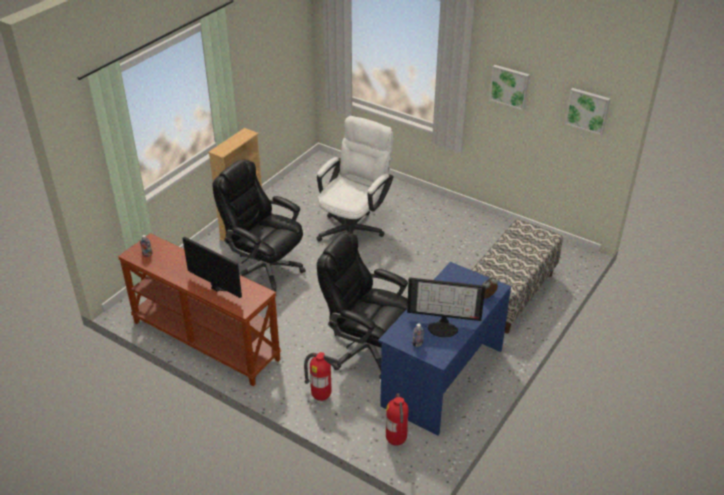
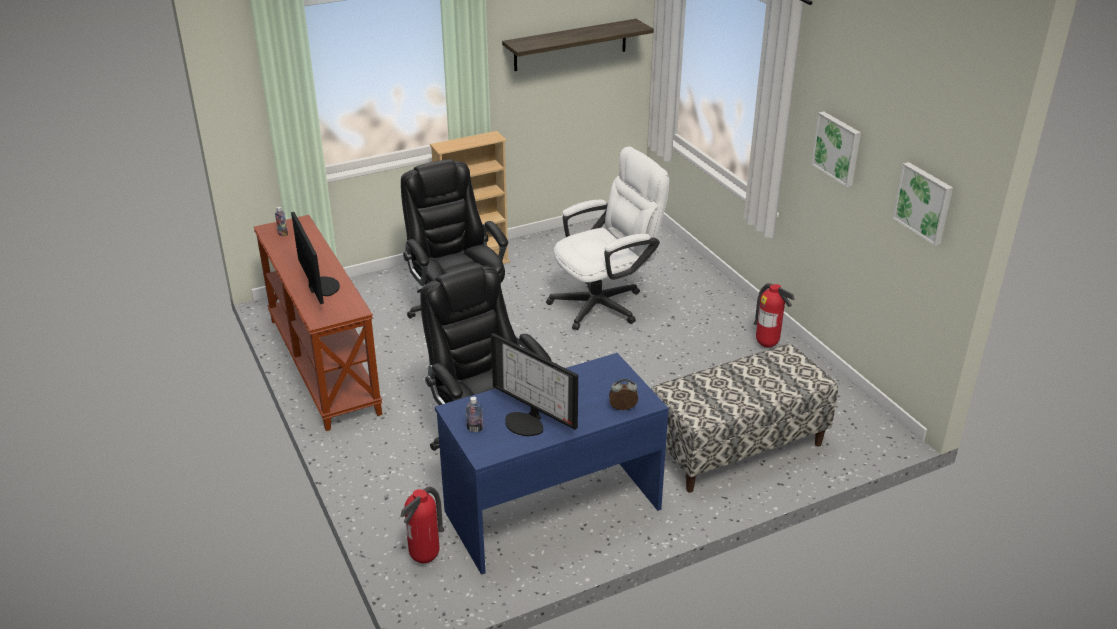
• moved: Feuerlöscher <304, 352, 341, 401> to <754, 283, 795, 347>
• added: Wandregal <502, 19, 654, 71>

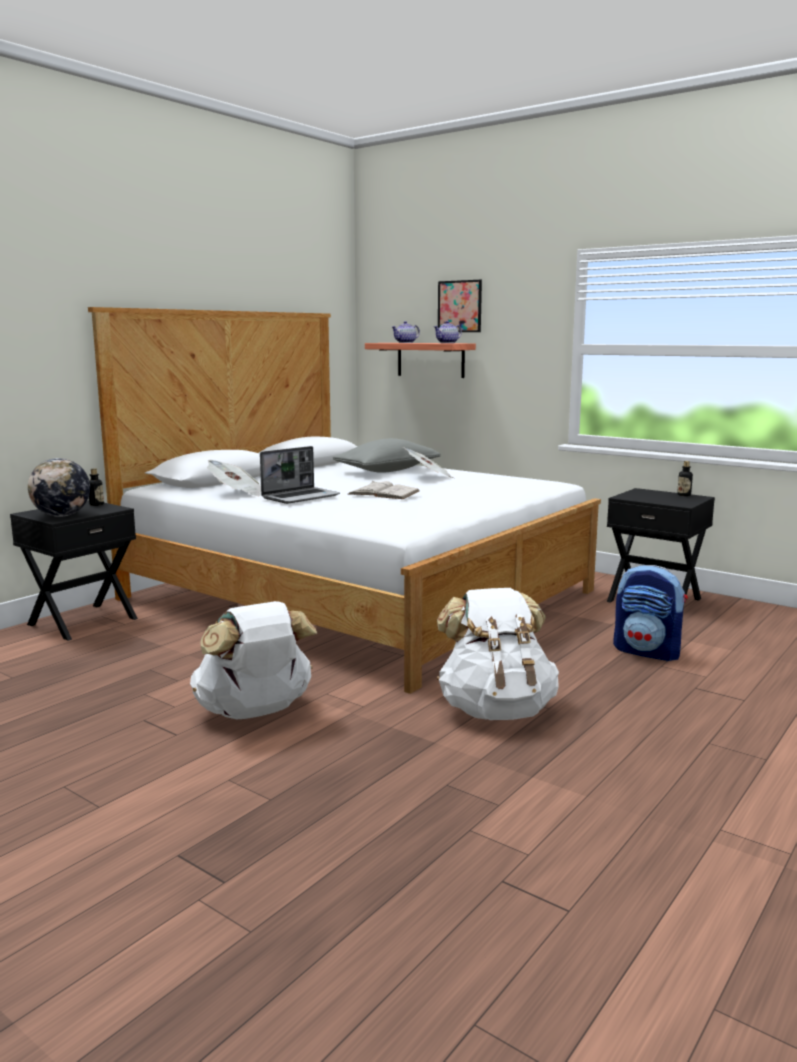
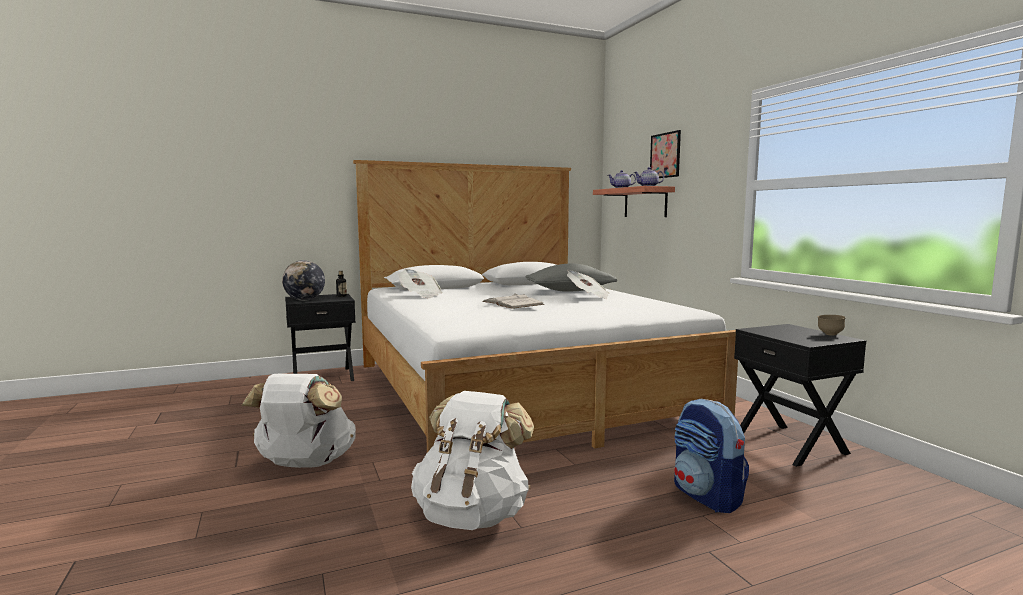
• removed: Laptop <260, 446, 340, 504>
• replaced: Flasche <677, 461, 693, 496> to Schüssel (braun) <818, 315, 846, 336>

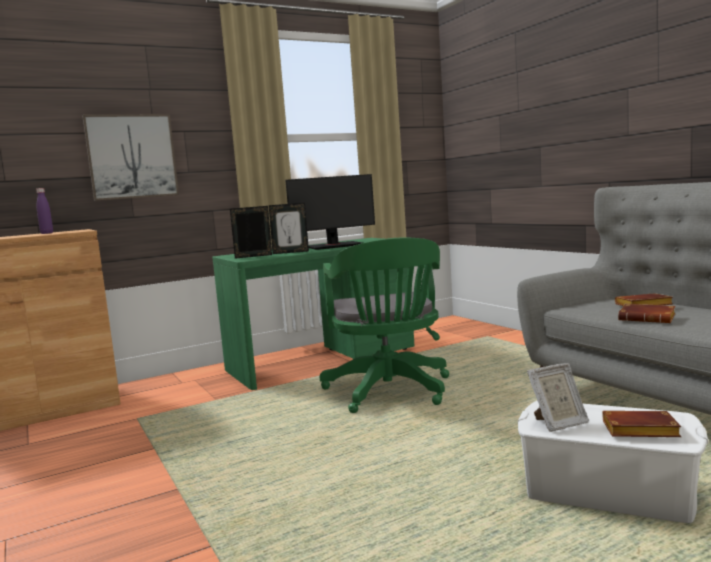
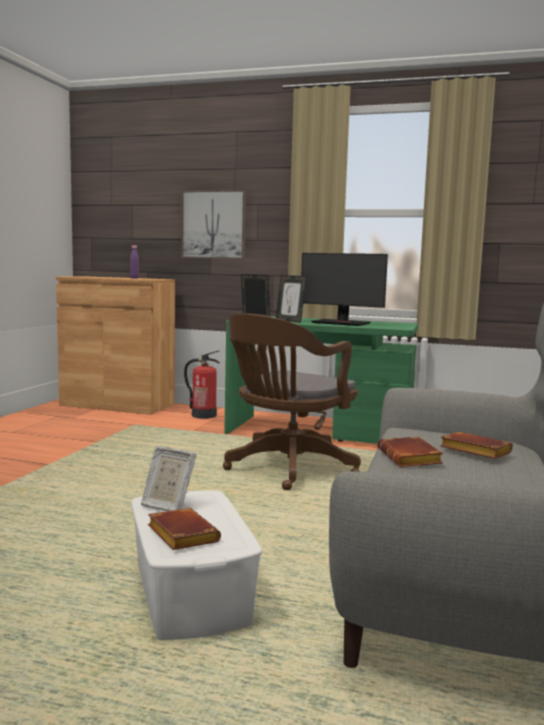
• recoloured: Bürostuhl (grün) <320, 237, 449, 413> to Bürostuhl (braun) <223, 314, 361, 490>
• added: Feuerlöscher <184, 351, 220, 419>

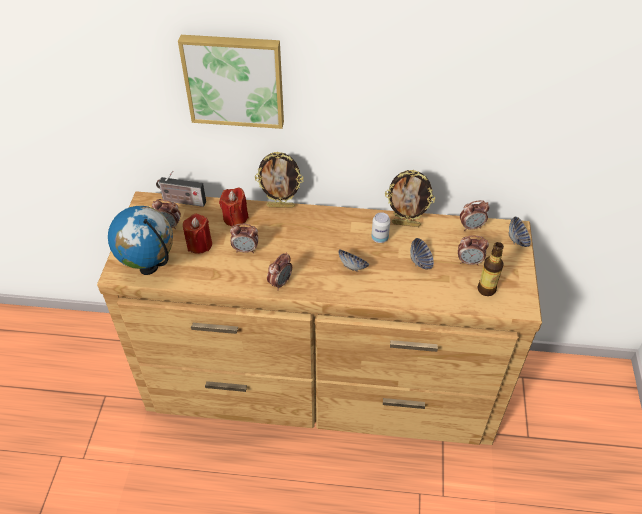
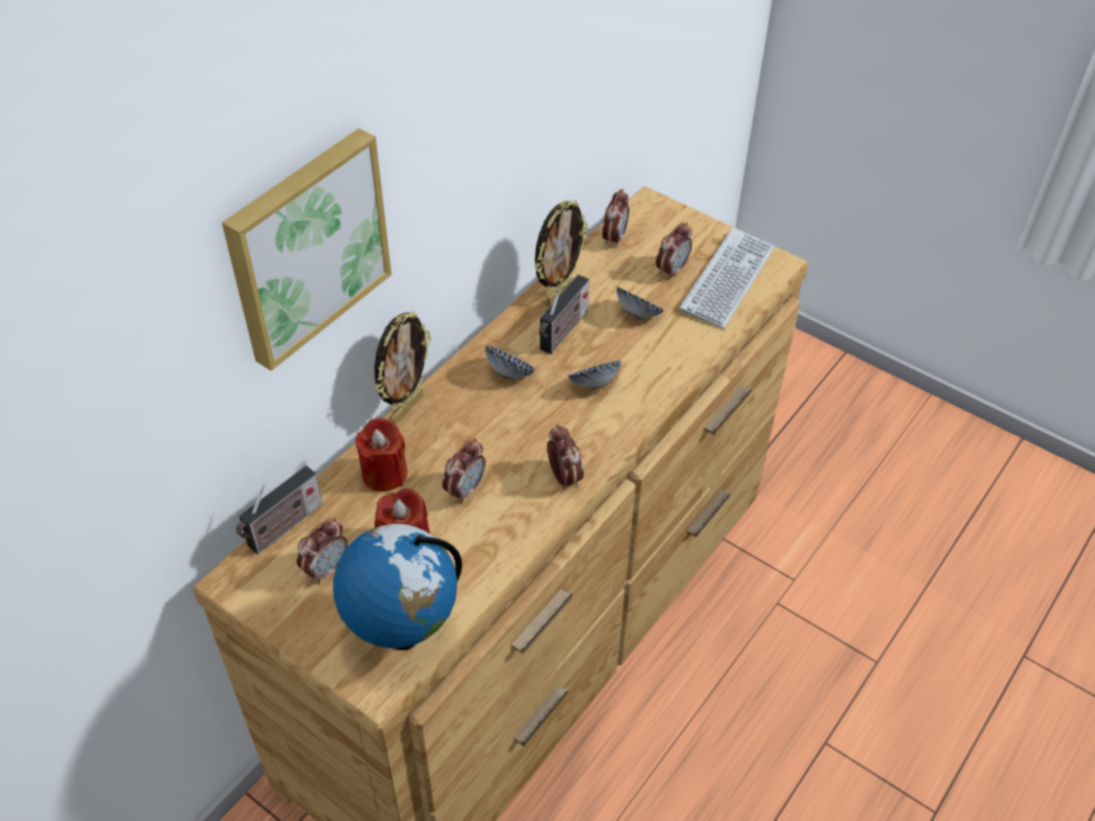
• replaced: Dose <371, 212, 390, 243> to Radio <539, 275, 589, 354>
• moved: Schüssel <508, 217, 531, 247> to <485, 345, 535, 382>
• replaced: Flasche <477, 242, 504, 296> to Tastatur <679, 228, 775, 329>

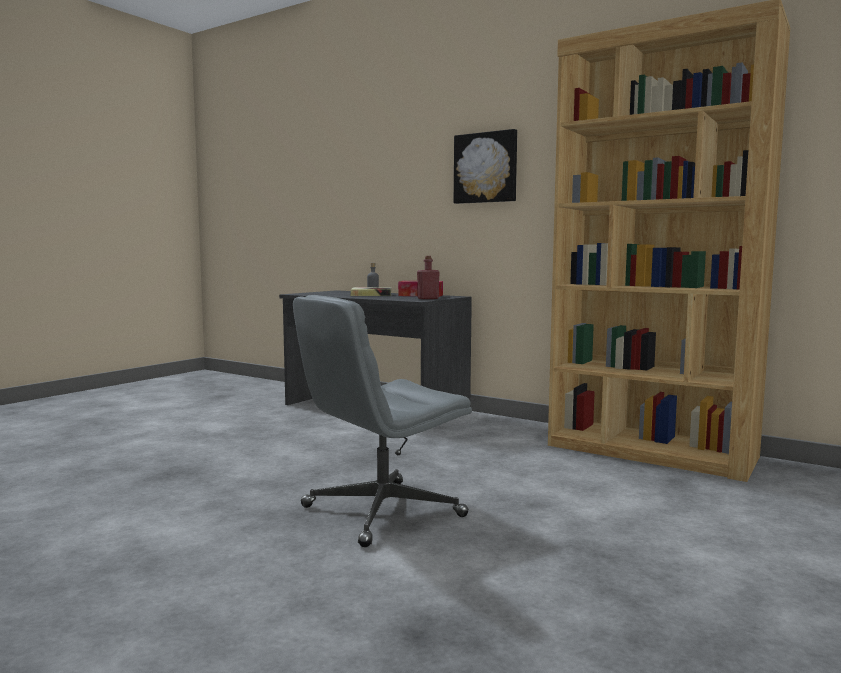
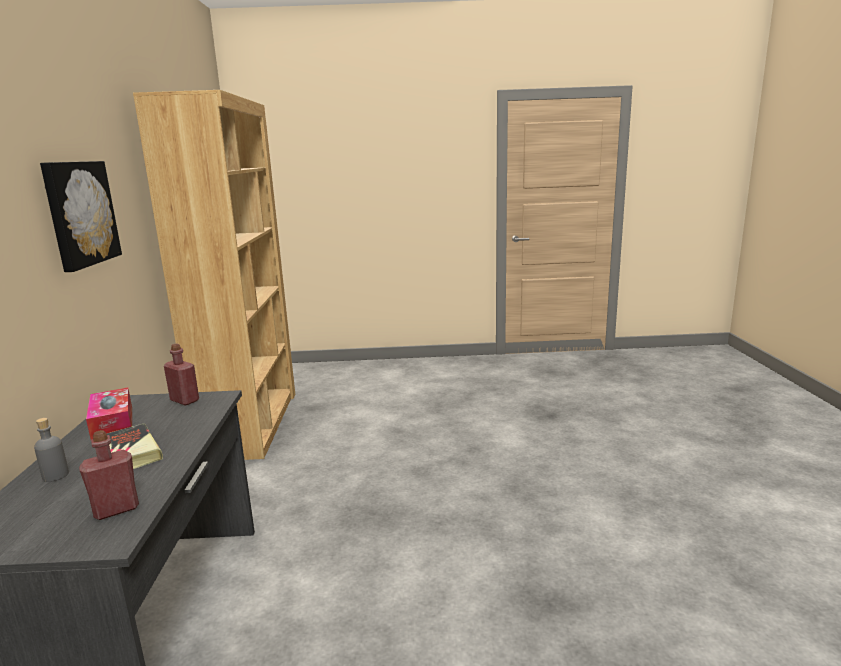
• removed: Bürostuhl (grau) <293, 295, 472, 547>
• added: Flasche (rot) <79, 430, 139, 520>

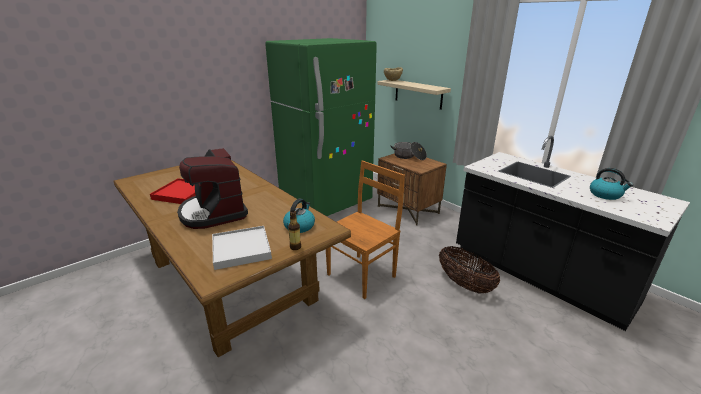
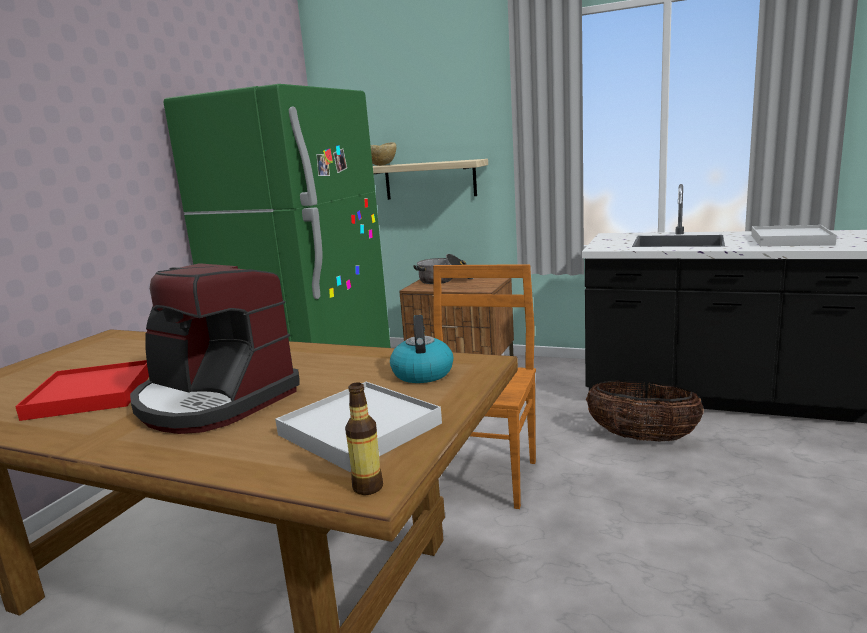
• replaced: Wasserkessel <590, 168, 633, 200> to Tablett (weiß) <751, 225, 837, 246>
• moved: Flasche <288, 210, 301, 250> to <345, 382, 383, 495>

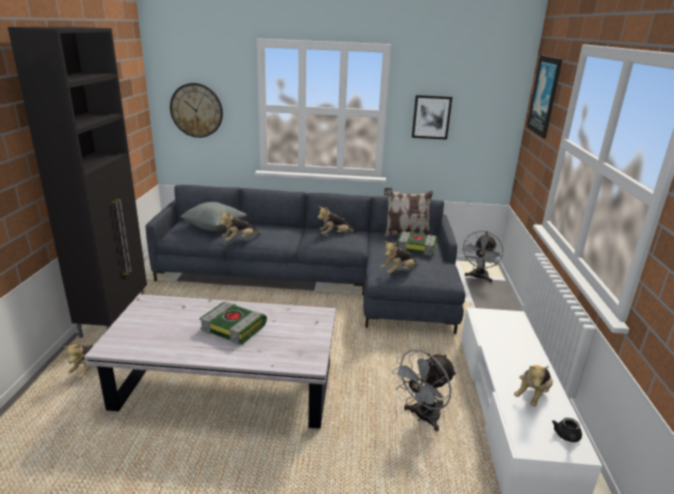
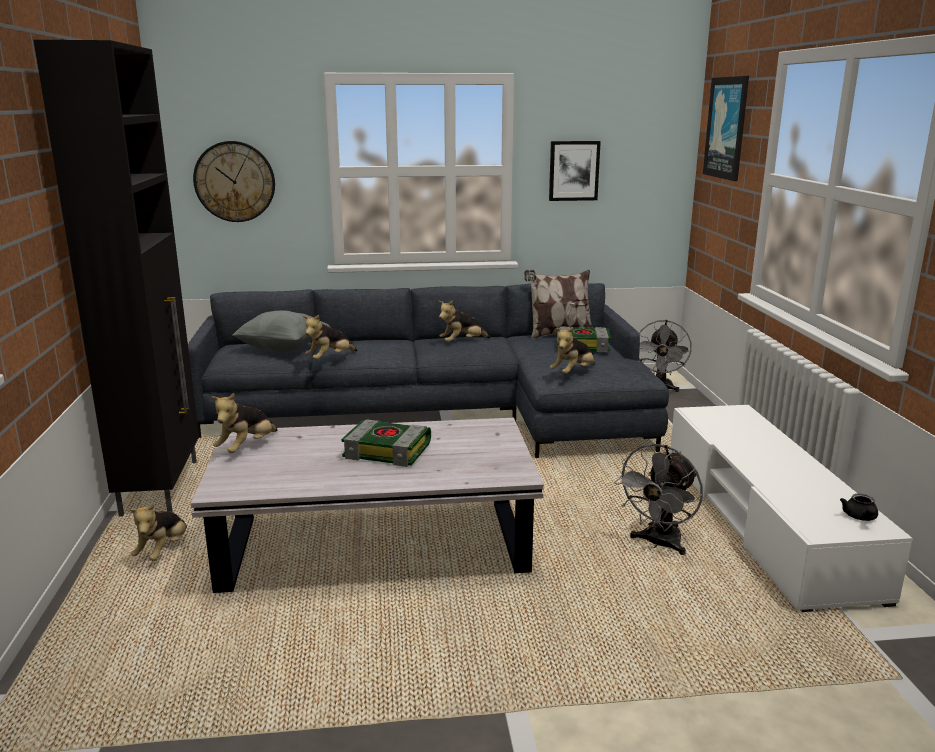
• moved: Plüschtier <514, 365, 553, 407> to <211, 393, 278, 453>

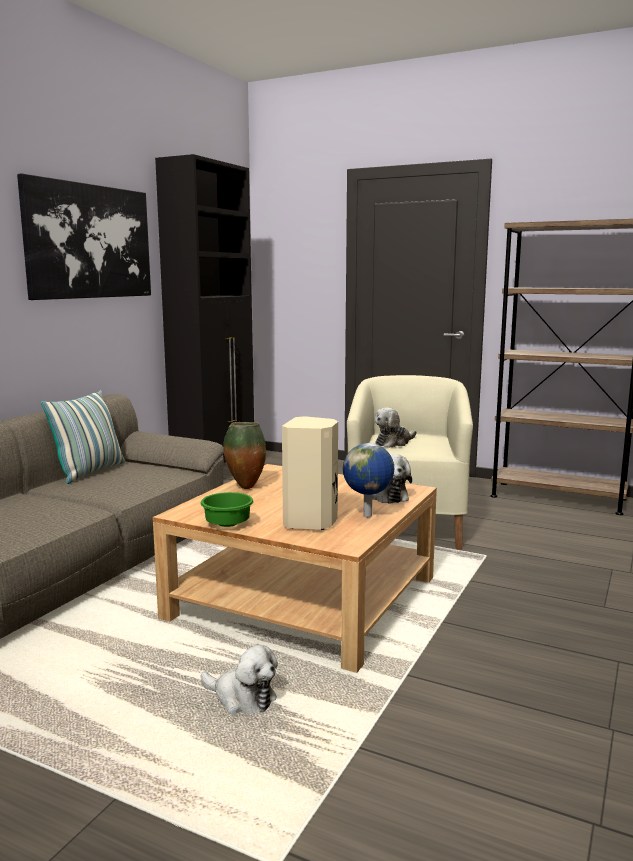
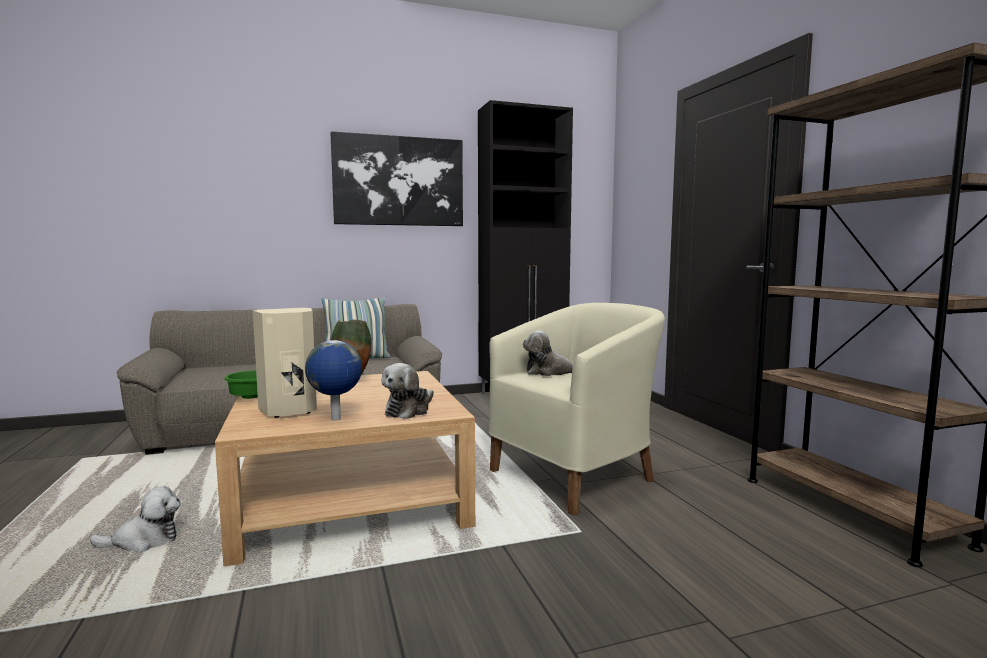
• turned: Plüschtier <201, 645, 278, 714> = <90, 487, 180, 553> 90 degrees counterclockwise

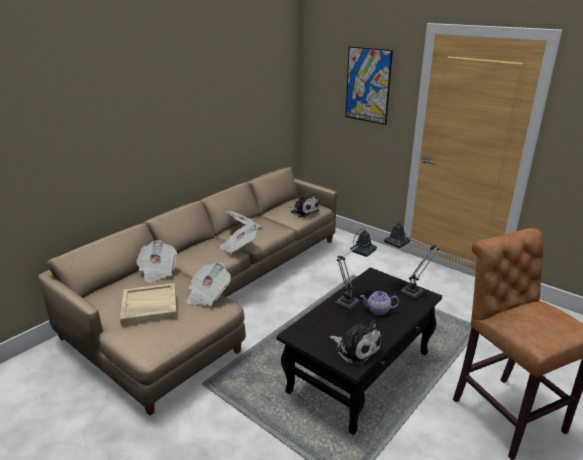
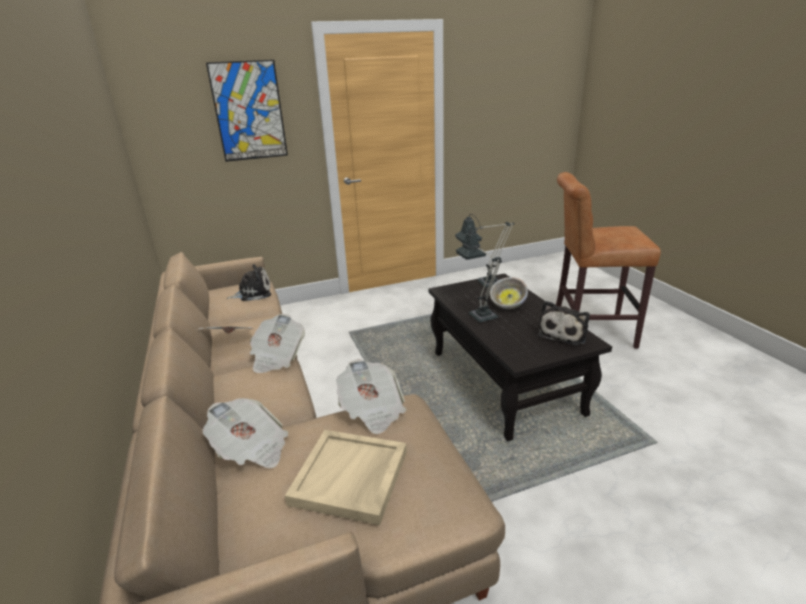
• replaced: Teekanne <360, 291, 399, 315> to Schüssel <490, 277, 528, 309>
• turned: Plüschtier <330, 319, 382, 366> = <538, 301, 590, 345> 135 degrees clockwise

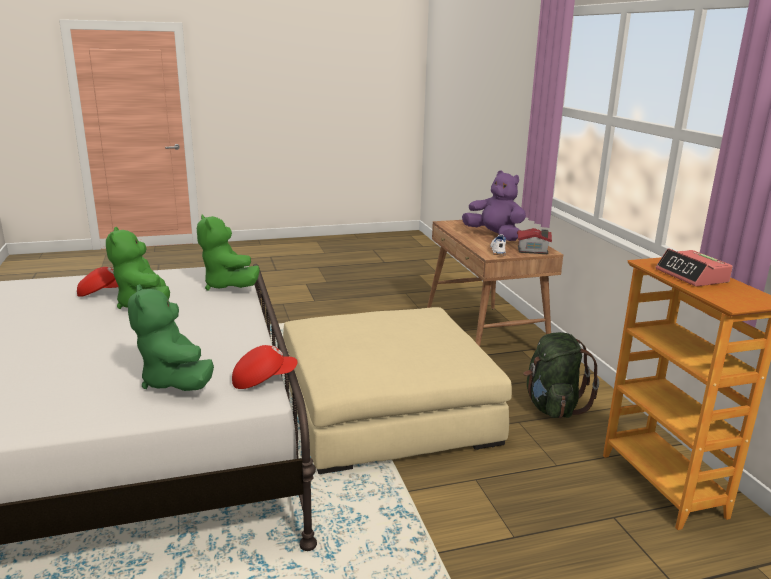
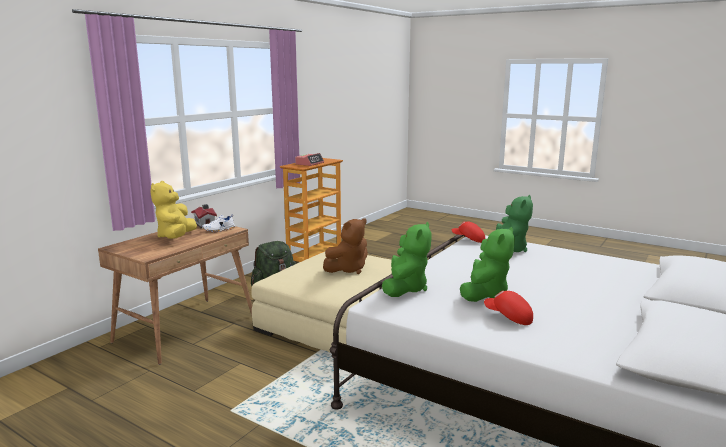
• recoloured: Plüschtier (lila) <462, 170, 526, 241> to Plüschtier (gelb) <150, 181, 197, 239>
• added: Plüschtier (braun) <323, 218, 368, 274>

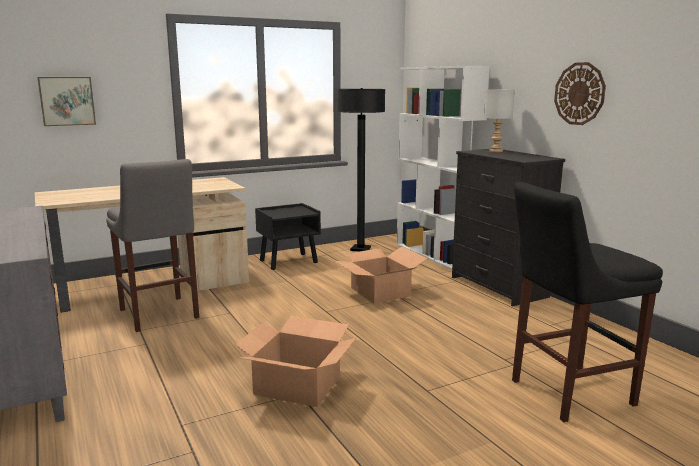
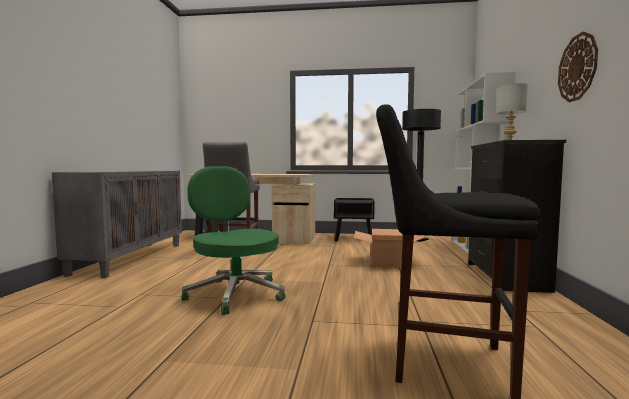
• removed: Bild <37, 77, 96, 126>
• replaced: Karton <235, 316, 357, 407> to Bürostuhl (grün) <181, 166, 286, 315>

